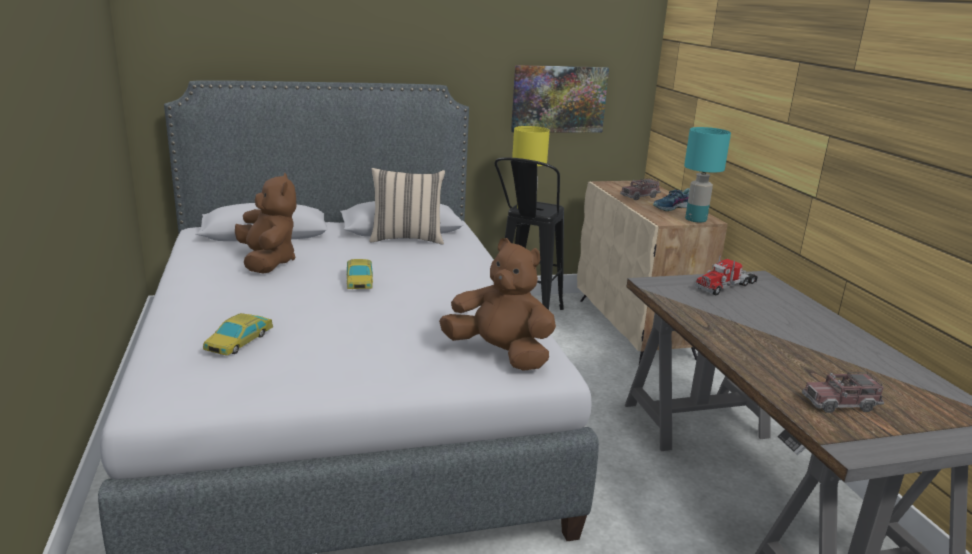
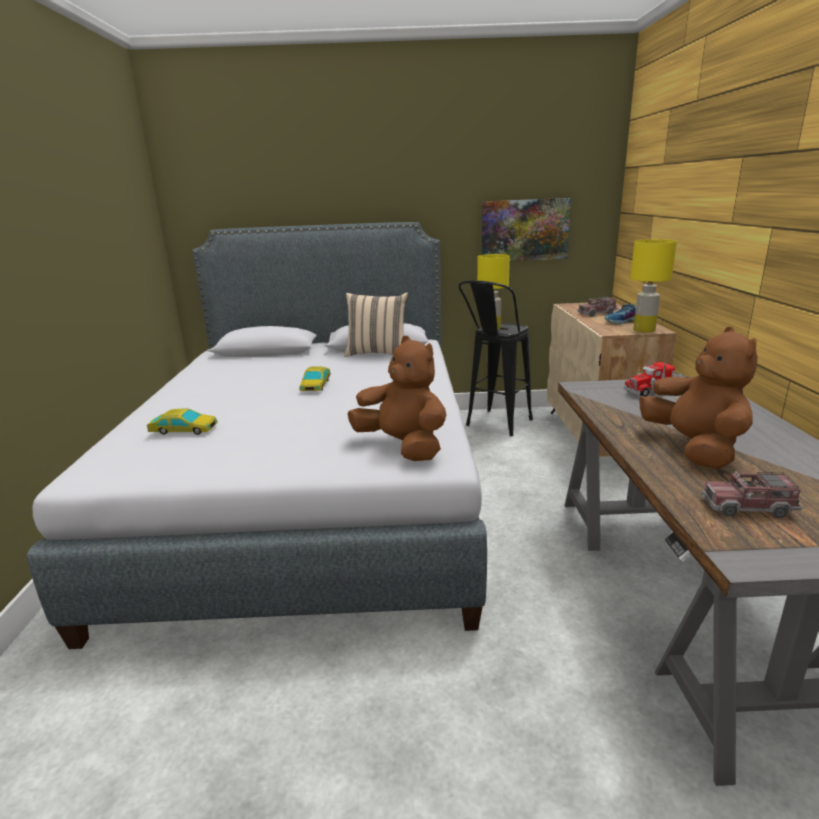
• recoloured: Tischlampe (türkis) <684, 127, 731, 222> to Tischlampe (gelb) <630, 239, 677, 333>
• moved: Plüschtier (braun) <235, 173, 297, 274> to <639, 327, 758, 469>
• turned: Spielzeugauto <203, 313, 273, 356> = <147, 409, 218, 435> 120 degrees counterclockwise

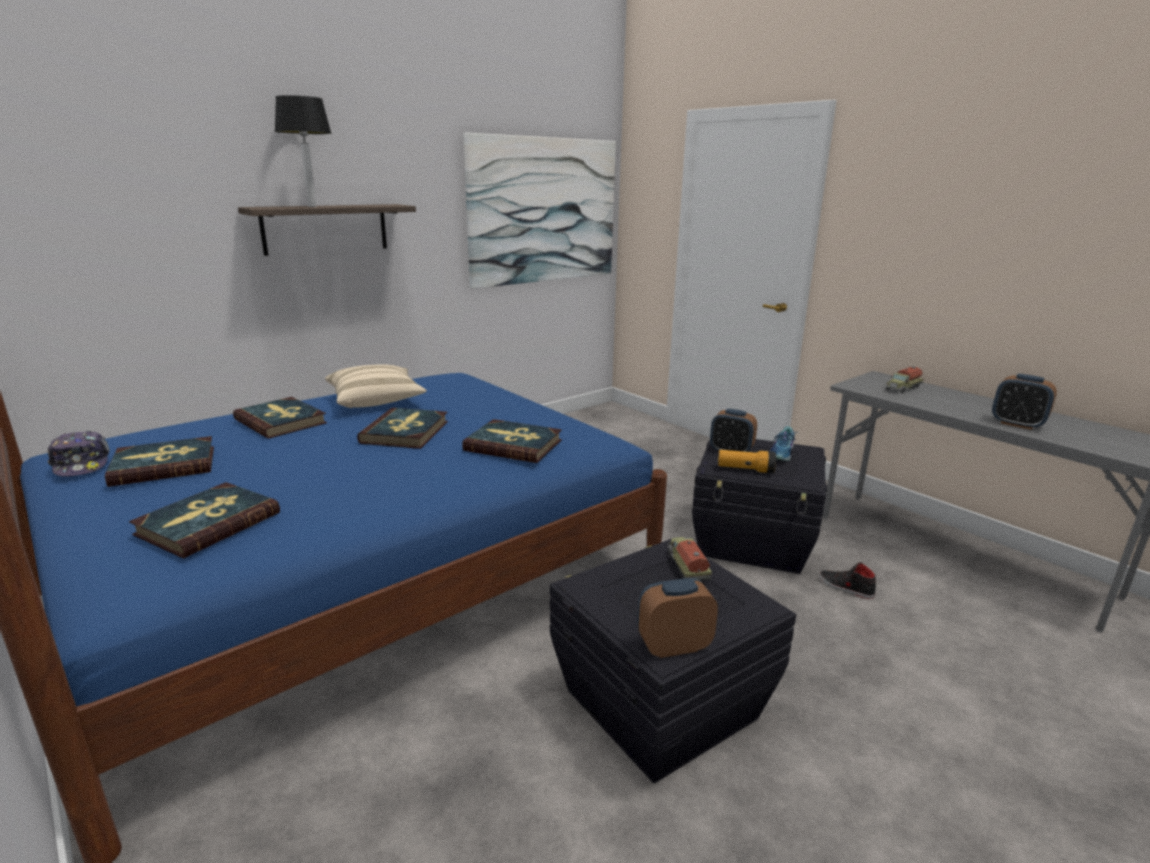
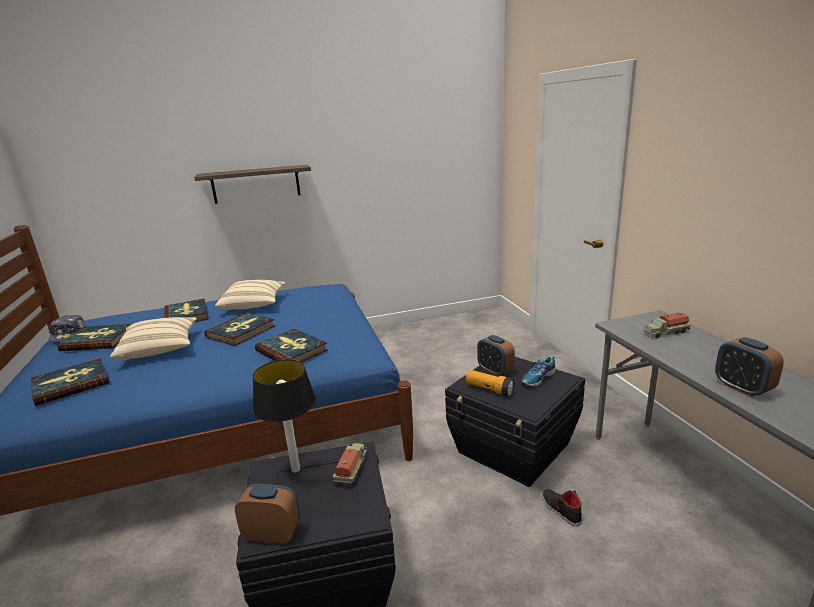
• moved: Tischlampe <275, 95, 332, 207> to <253, 359, 316, 473>
• removed: Bild <463, 133, 616, 289>
• added: Kissen (beige) <110, 317, 197, 360>

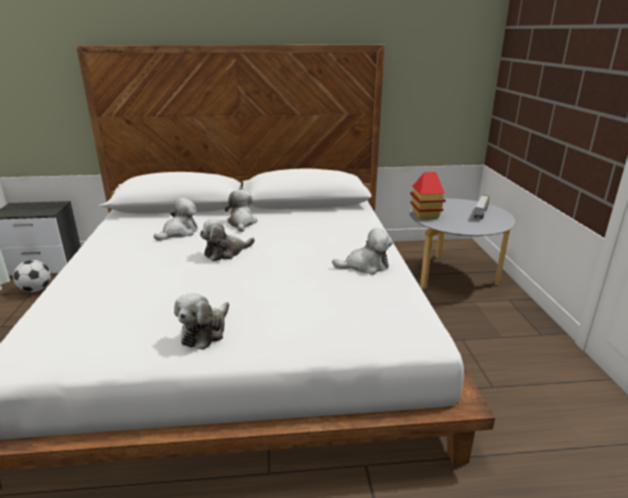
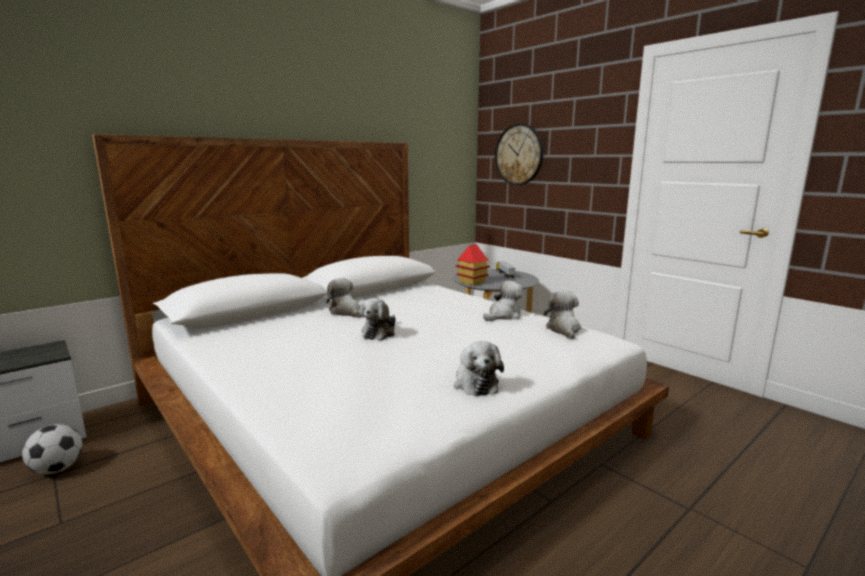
• moved: Plüschtier <154, 198, 198, 241> to <544, 291, 581, 339>
• added: Wanduhr <495, 123, 544, 185>

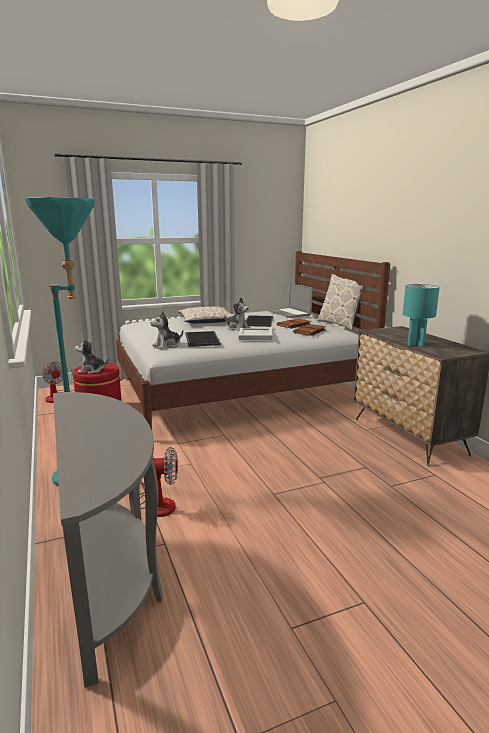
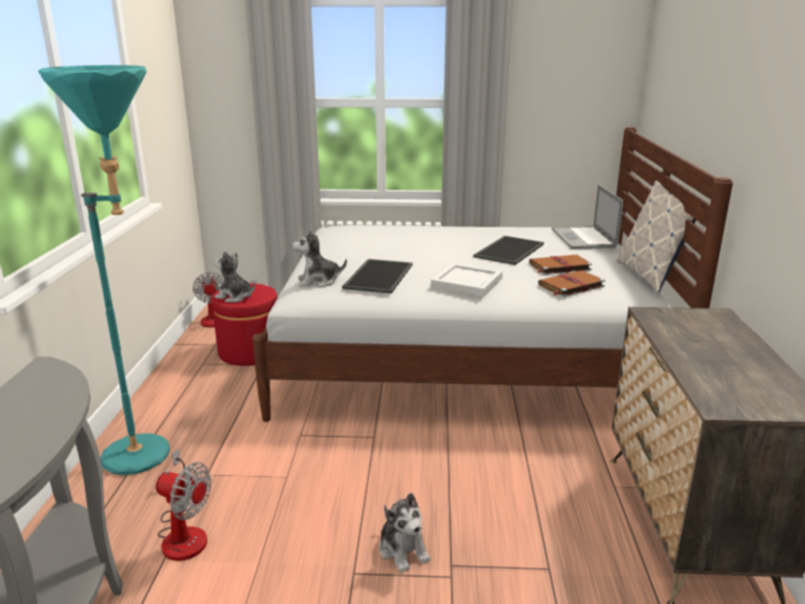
• removed: Tischlampe (türkis) <403, 284, 440, 347>
• moved: Plüschtier <224, 298, 250, 331> to <379, 493, 430, 573>
• removed: Kissen <178, 306, 233, 323>

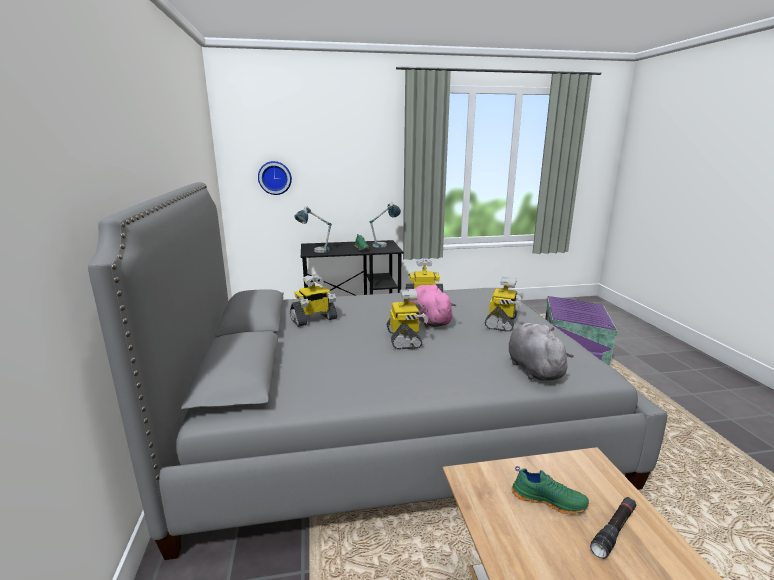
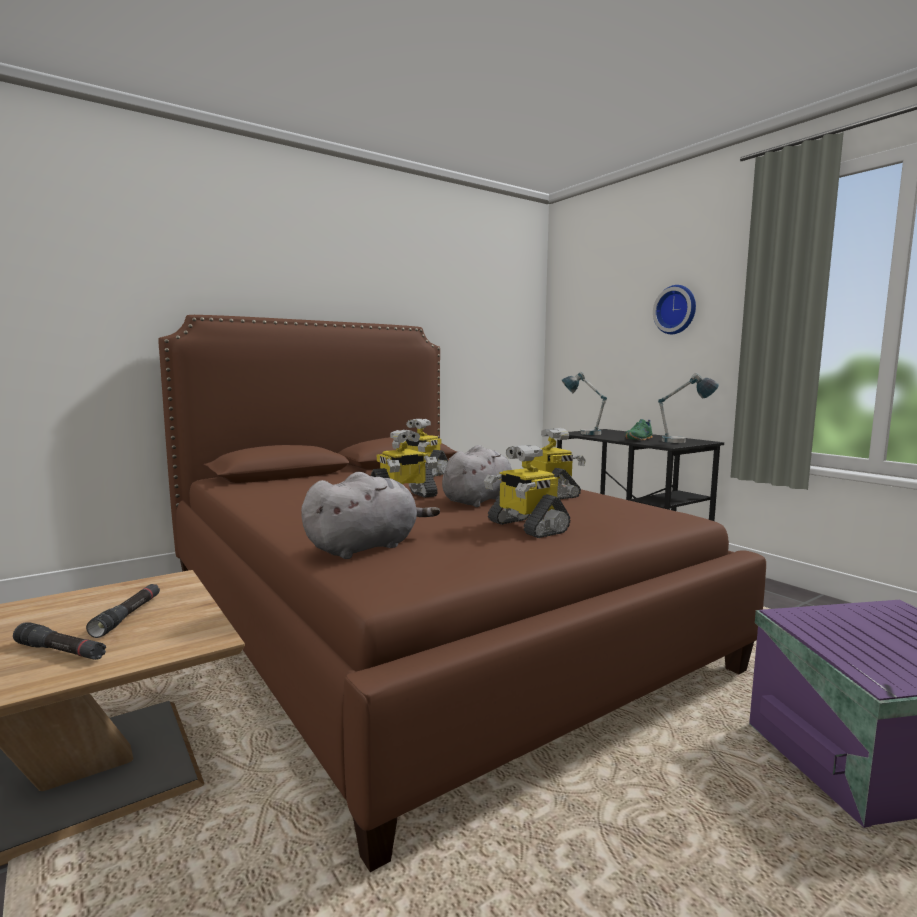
• moved: Wanduhr <258, 161, 292, 195> to <653, 285, 696, 334>
• recoloured: Bett (grau) <88, 182, 668, 560> to Bett (braun) <158, 315, 766, 872>
• turned: Spielzeugroboter <485, 277, 524, 332> = <484, 445, 570, 538> 60 degrees clockwise
• recoloured: Plüschtier (rosa) <409, 284, 456, 328> to Plüschtier (grau) <442, 445, 512, 507>
• replaced: Schuh (grün) <512, 466, 589, 514> to Taschenlampe (schwarz) <86, 584, 160, 638>

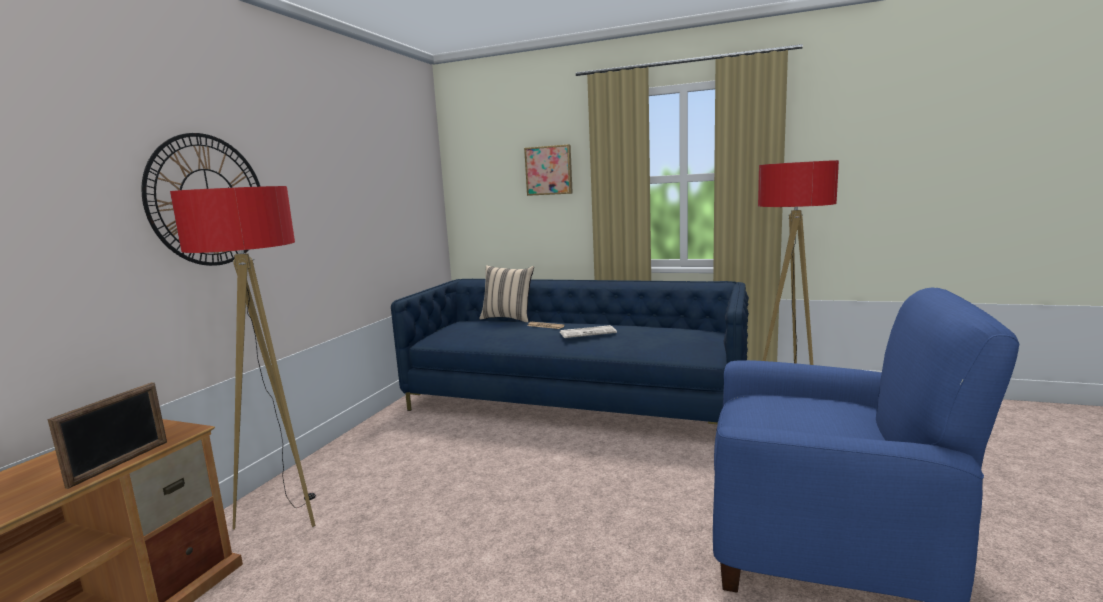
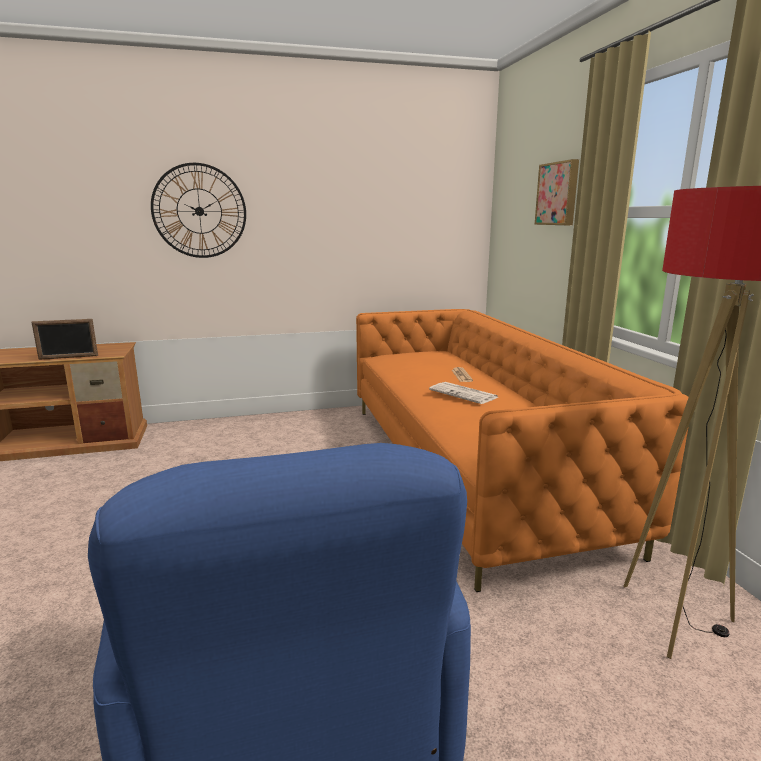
• removed: Stehlampe <170, 186, 316, 530>
• removed: Kissen (beige) <479, 265, 534, 322>
• recoloured: Sofa (blau) <391, 279, 749, 425> to Sofa (orange) <356, 309, 689, 592>

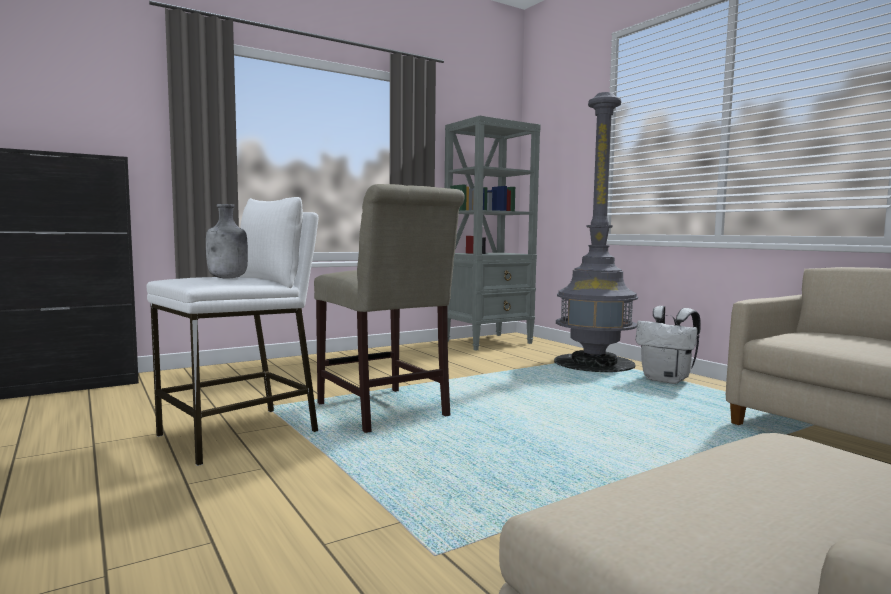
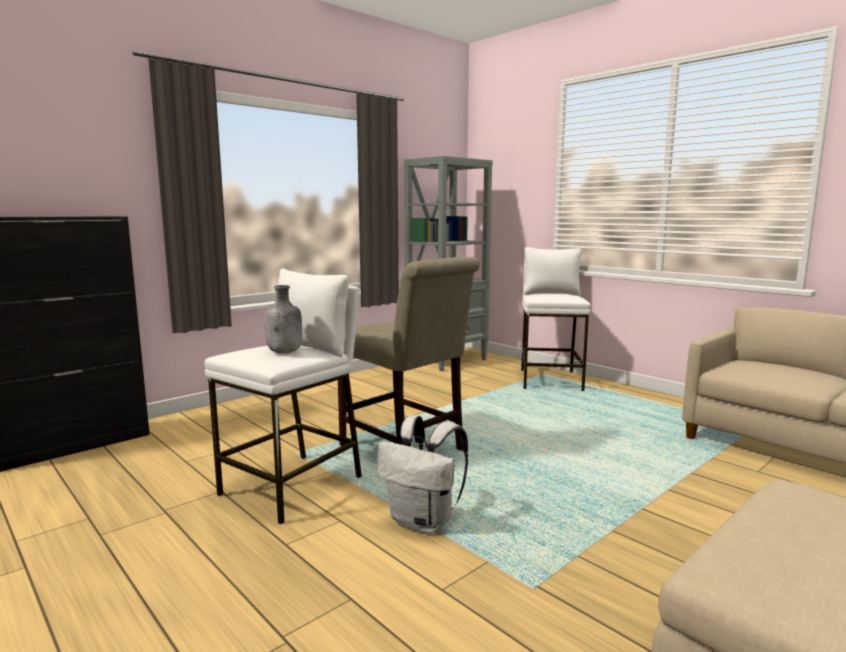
• replaced: Stehlampe (grau) <554, 92, 638, 372> to Hocker (weiß) <521, 247, 591, 391>
• moved: Rucksack (weiß) <636, 306, 701, 384> to <377, 415, 468, 534>

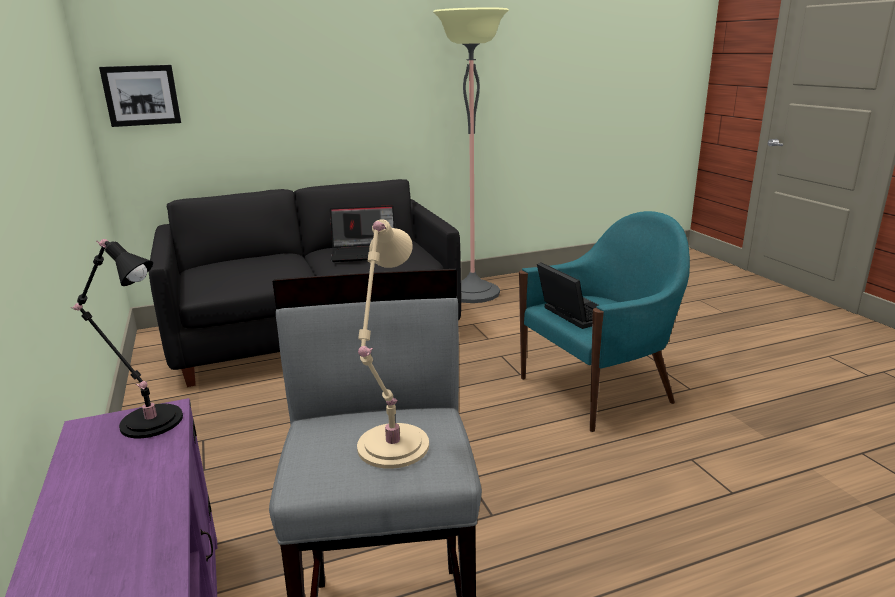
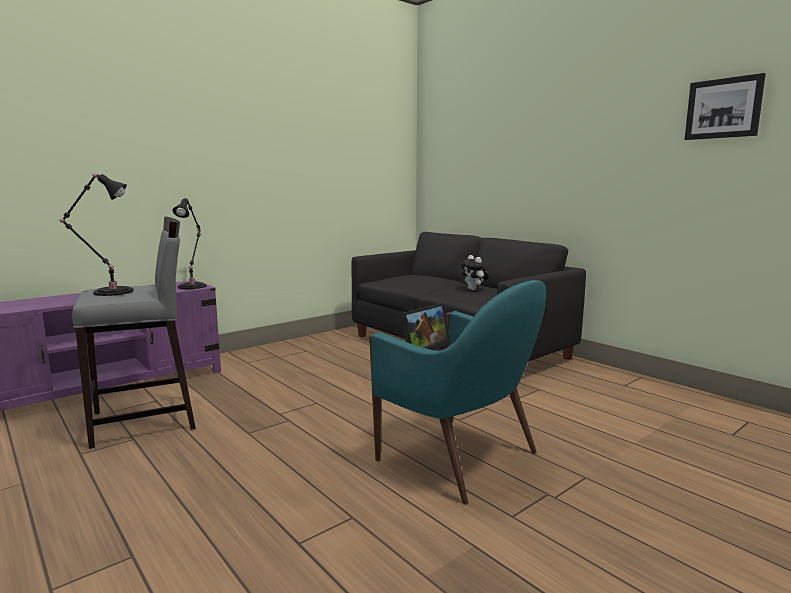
• removed: Stehlampe <433, 7, 509, 303>
• moved: Bild <99, 65, 181, 127> to <684, 73, 766, 140>
• replaced: Laptop <330, 205, 395, 262> to Plüschtier <460, 255, 490, 290>
• recoloured: Tischlampe (beige) <357, 219, 429, 469> to Tischlampe (schwarz) <60, 173, 134, 296>

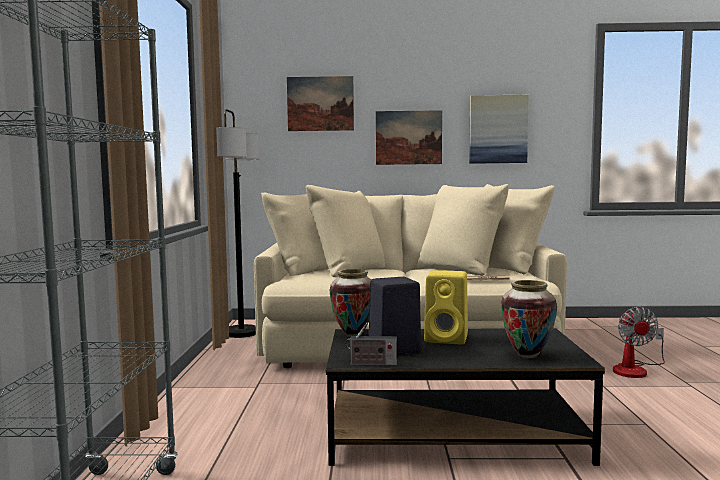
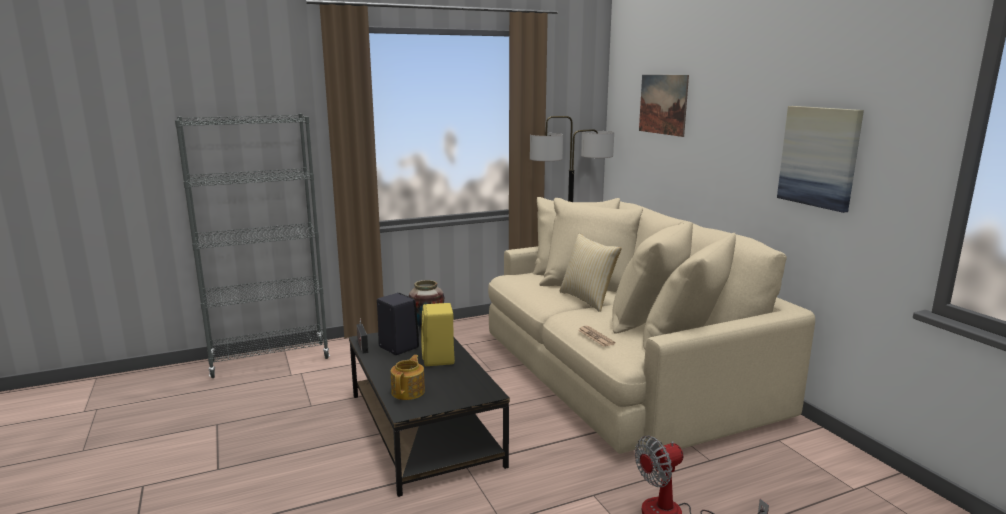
• removed: Bild <376, 110, 442, 165>
• replaced: Vase <501, 280, 557, 358> to Teekanne <391, 355, 425, 400>
• added: Kissen <560, 233, 622, 312>

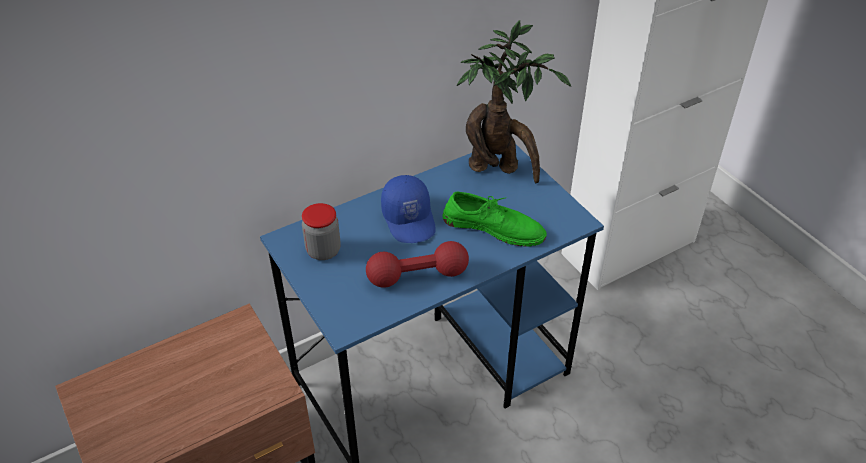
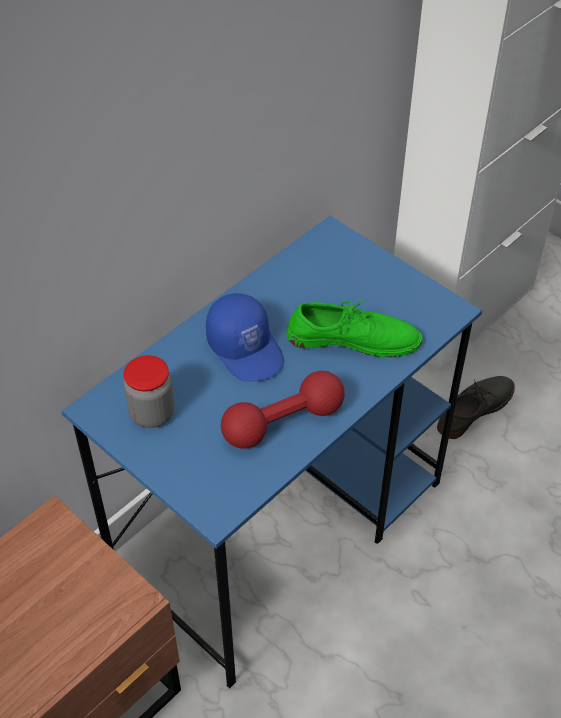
• removed: Topfpflanze <457, 20, 571, 184>
• added: Schuh (grau) <437, 376, 515, 439>

